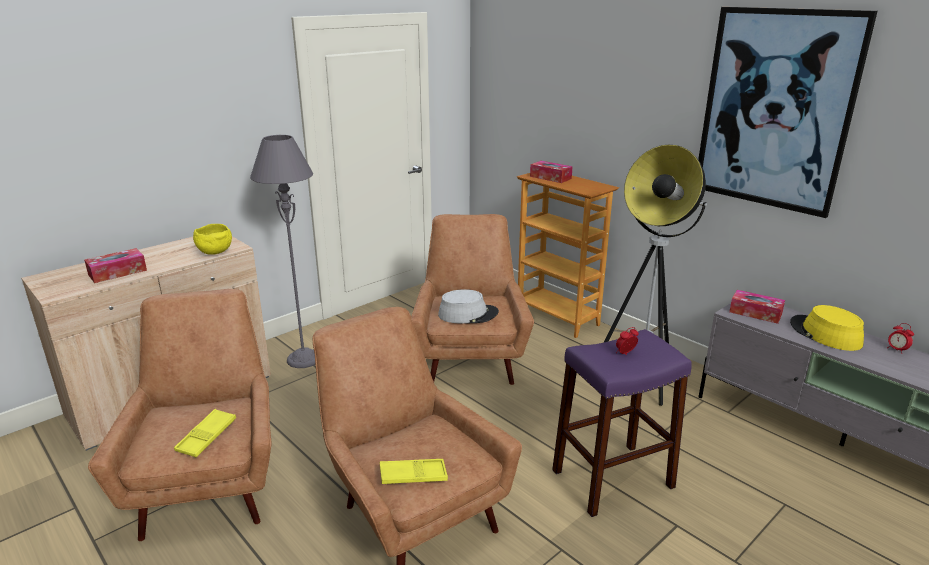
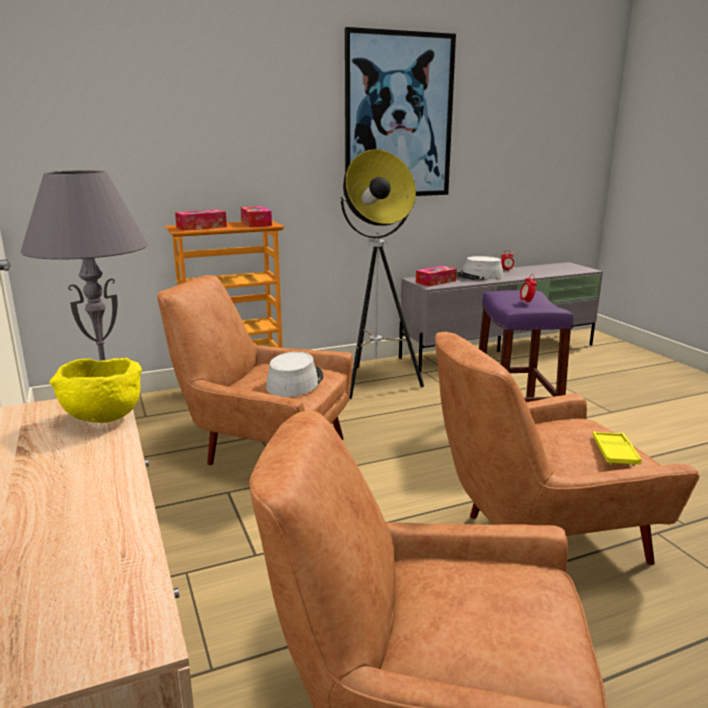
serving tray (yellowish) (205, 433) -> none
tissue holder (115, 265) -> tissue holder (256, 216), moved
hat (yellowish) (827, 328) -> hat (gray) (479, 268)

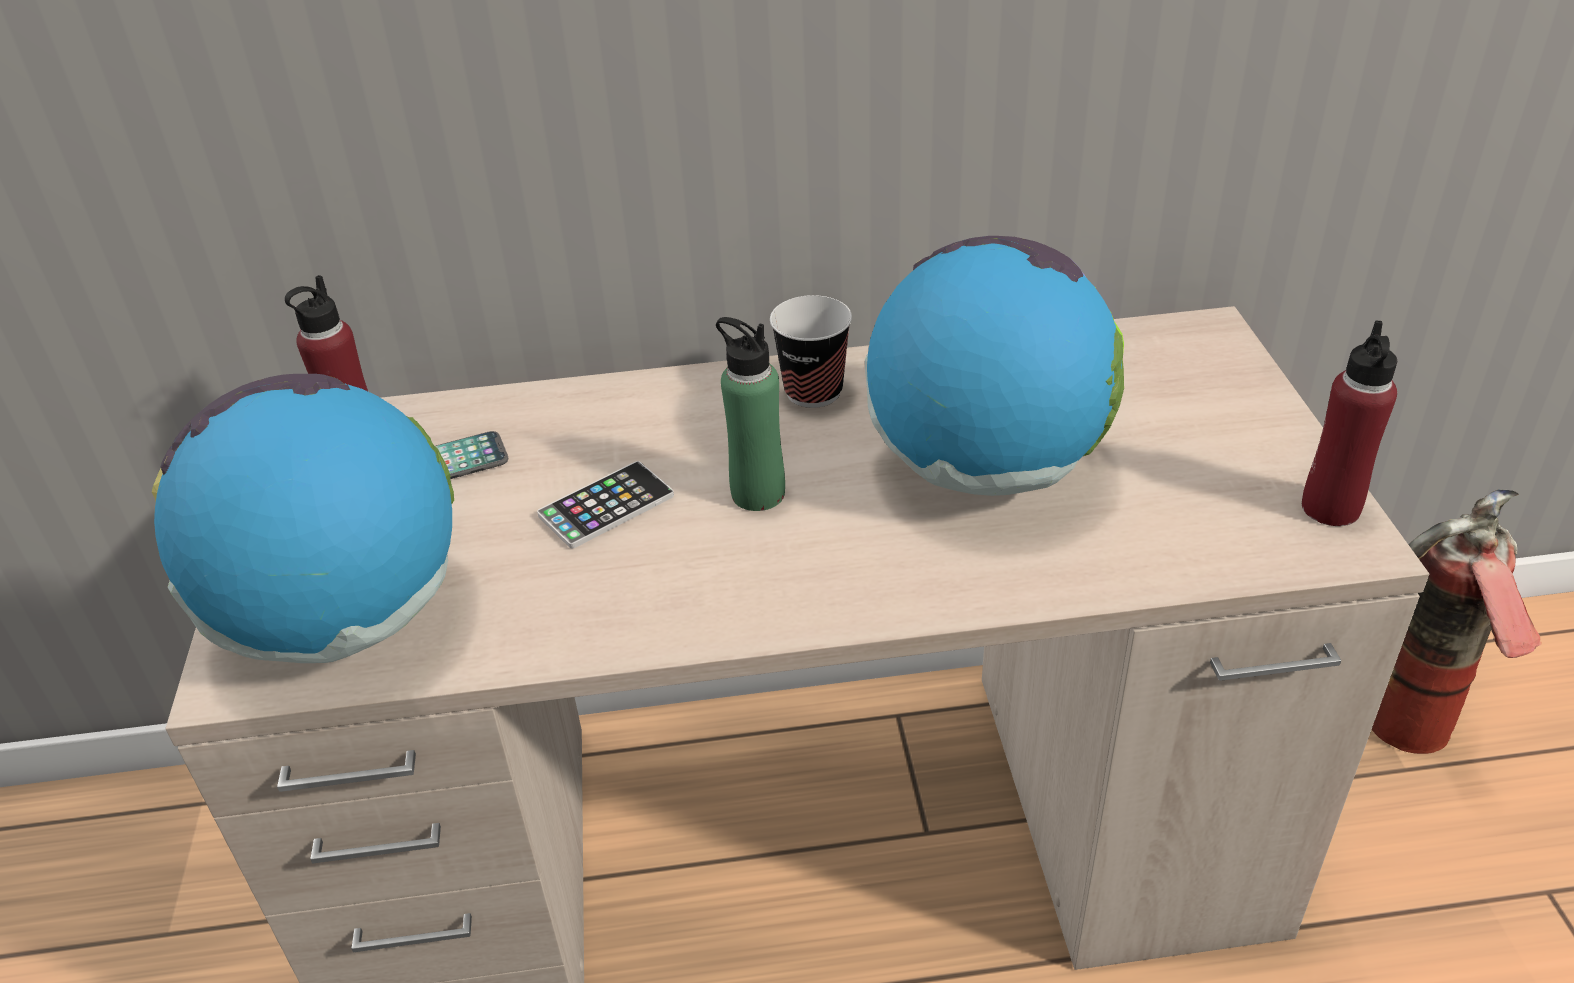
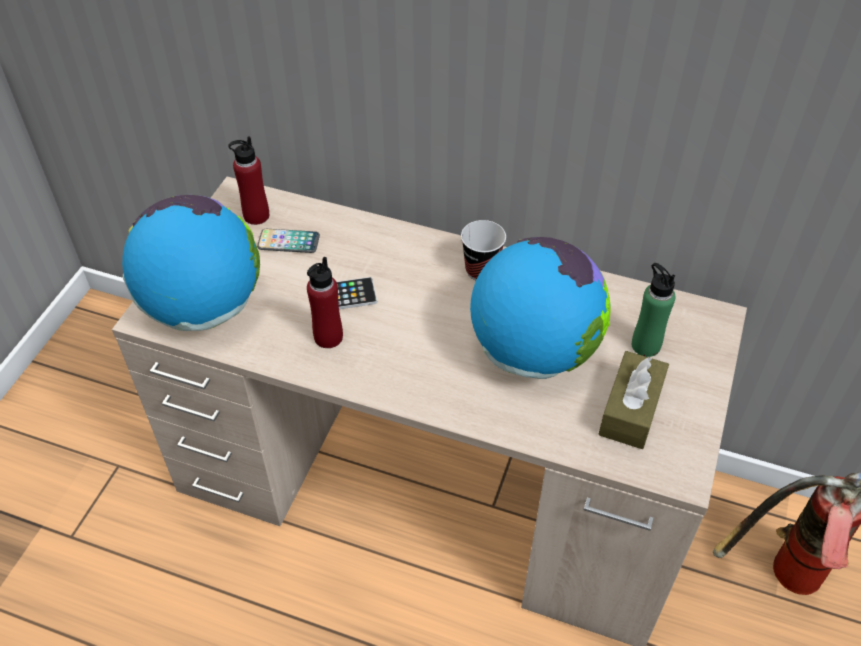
none -> tissue holder (brown) (634, 400)
drink bottle (greenish) (750, 414) -> drink bottle (greenish) (654, 310), moved
drink bottle (red) (1349, 423) -> drink bottle (red) (325, 302), moved

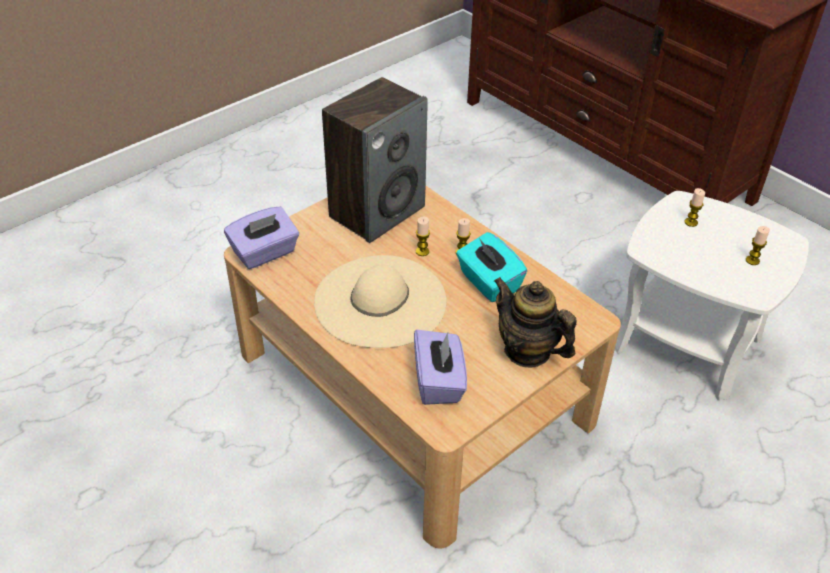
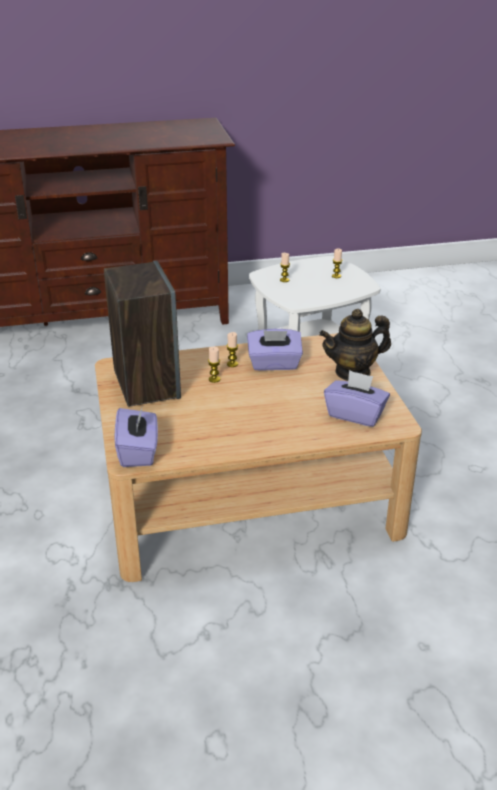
hat (sand-coloured) (380, 301) -> none
tissue holder (turquoise) (491, 267) -> tissue holder (purple) (275, 350)

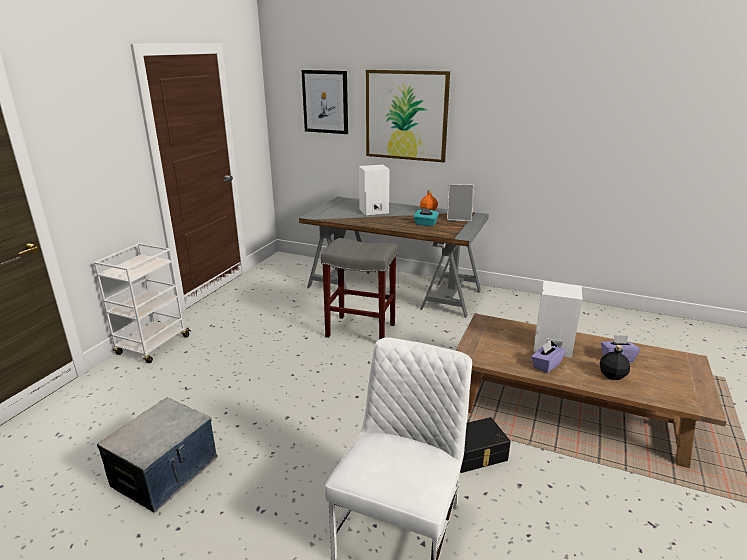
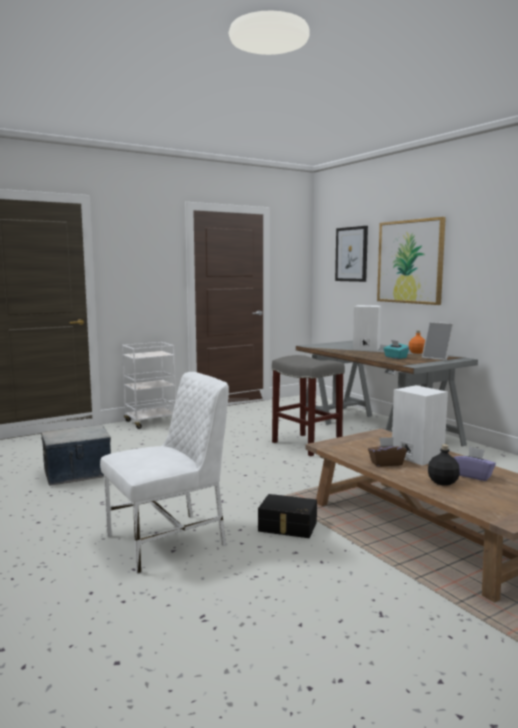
tissue holder (purple) (548, 357) -> tissue holder (brown) (387, 452)

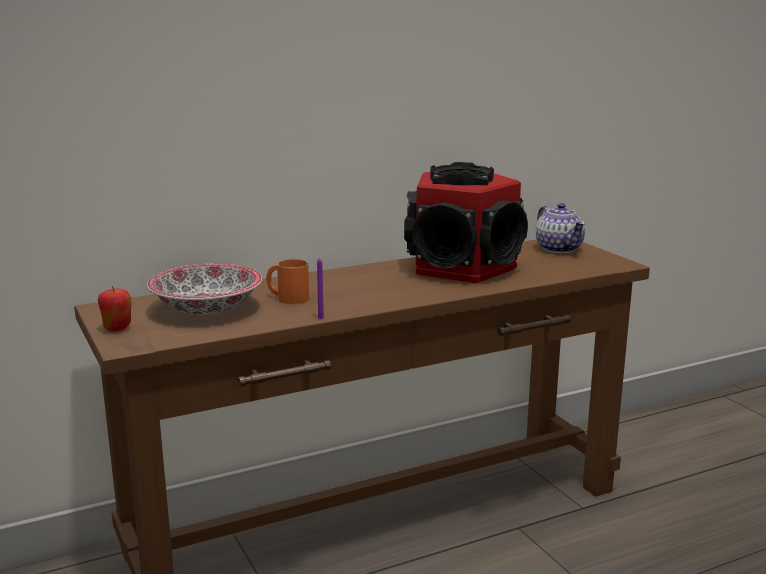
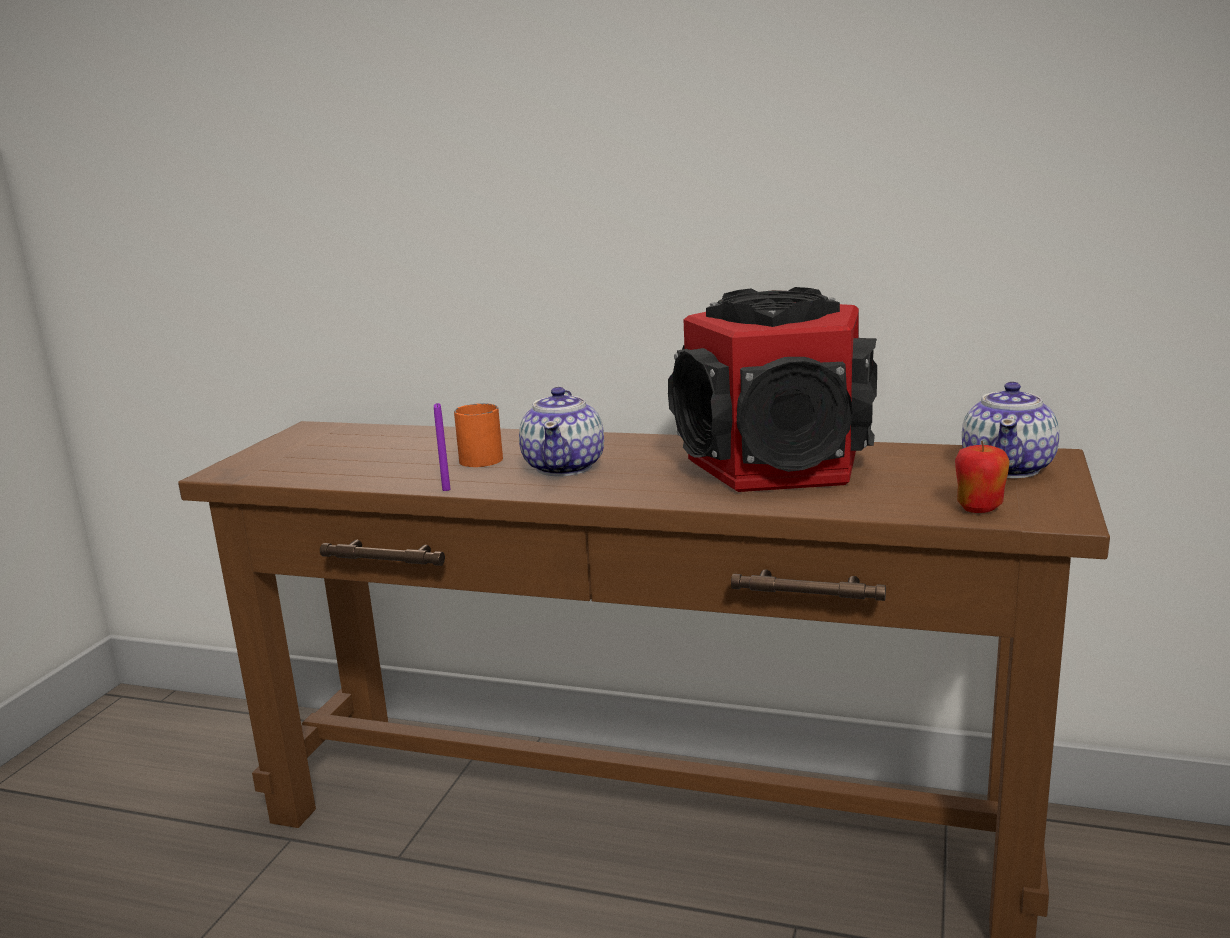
bowl (204, 289) -> none
none -> pot for tea (561, 431)
apple fruit (114, 309) -> apple fruit (982, 477), moved

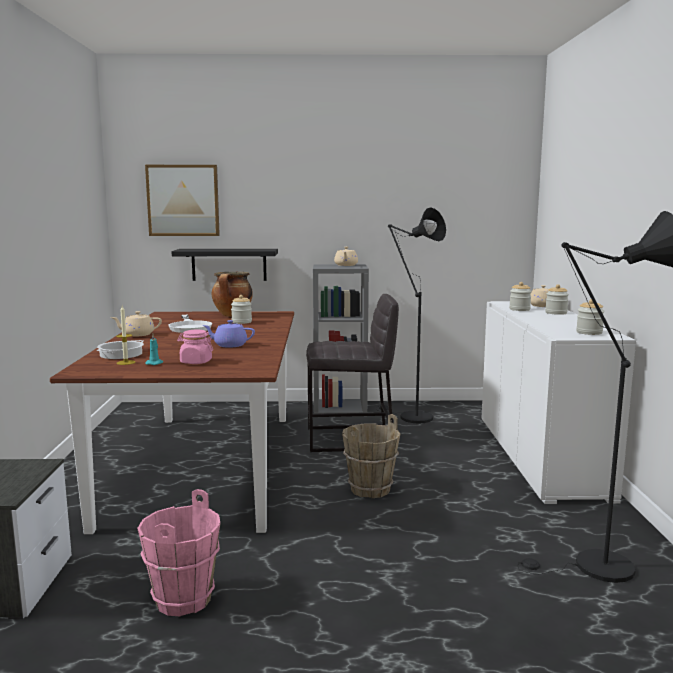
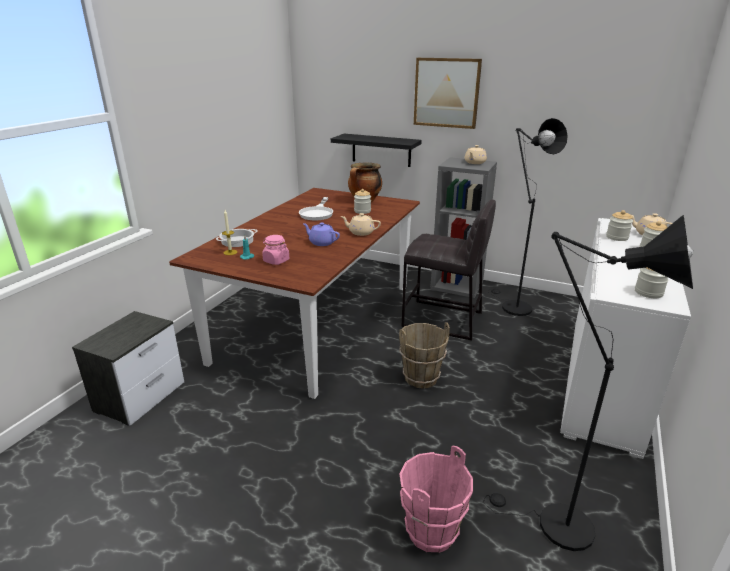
pot for tea (sand-coloured) (136, 323) -> pot for tea (sand-coloured) (360, 224), moved
bucket (pink-coloured) (178, 553) -> bucket (pink-coloured) (436, 499), moved
wall picture (182, 200) -> wall picture (448, 93), moved

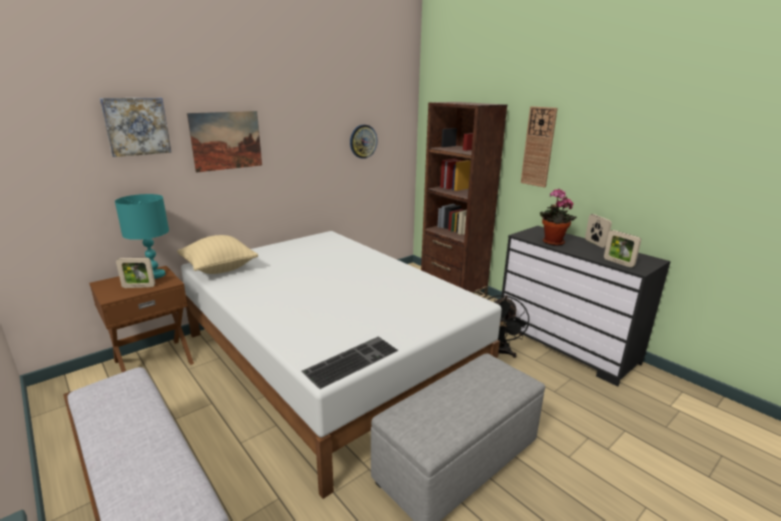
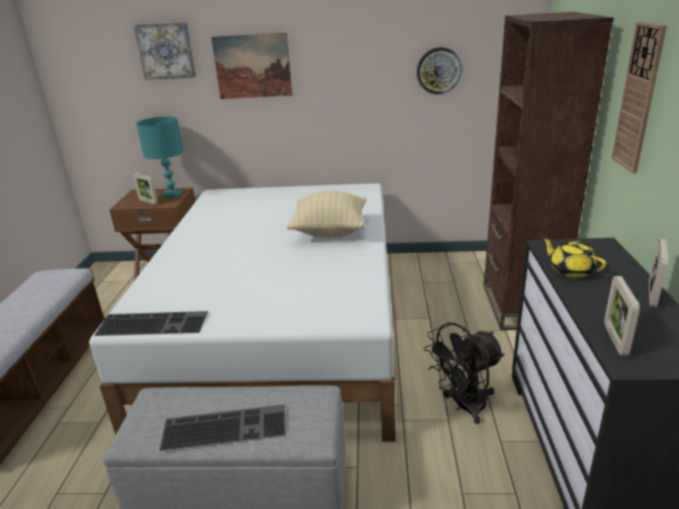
none -> PC keyboard (222, 427)
pillow (sand-coloured) (217, 254) -> pillow (sand-coloured) (326, 214), moved
potted plant (558, 217) -> pot for tea (yellowish) (574, 257)

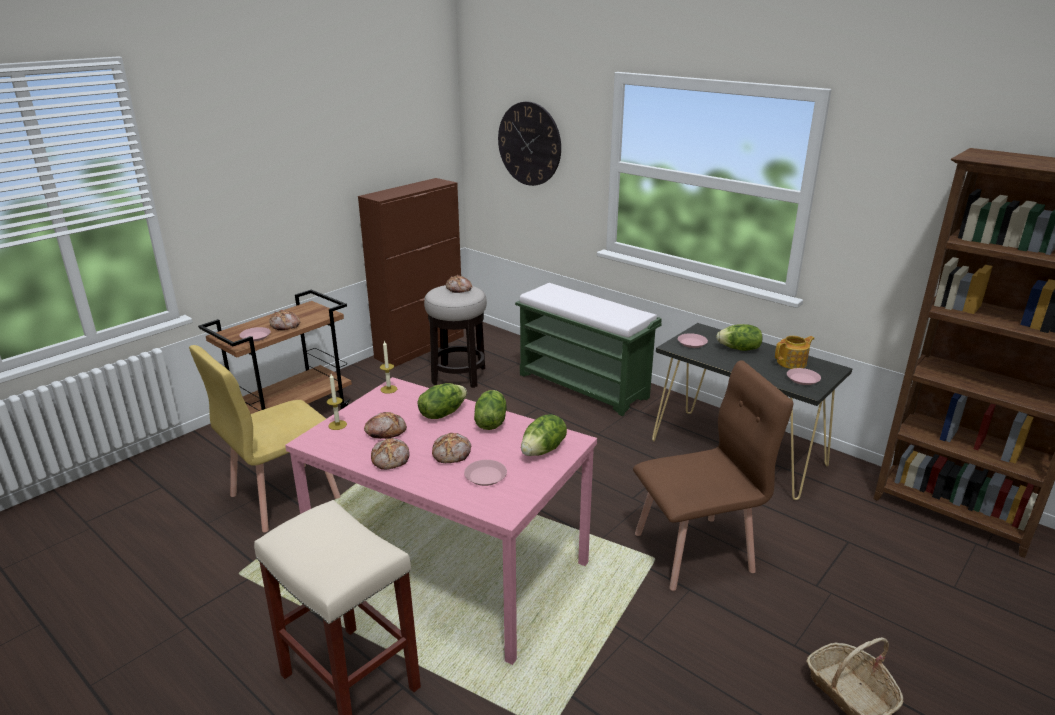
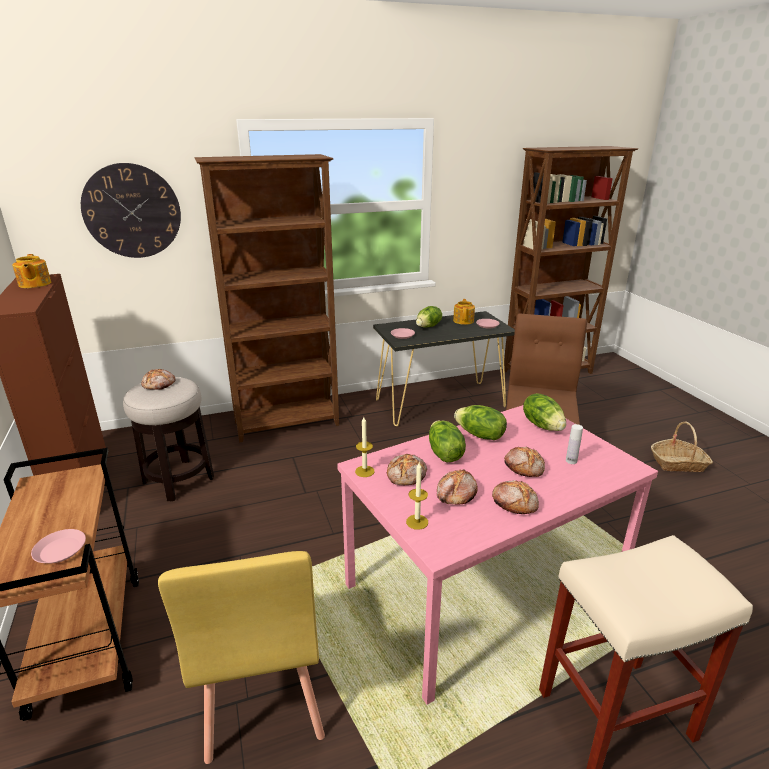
none -> pot for tea (31, 271)
bakery bread (285, 320) -> bakery bread (407, 469), moved
flat dish (pink-coloured) (485, 473) -> drink bottle (white) (574, 444)
indoor bench (greenish) (588, 349) -> bookcase (brown) (266, 298)

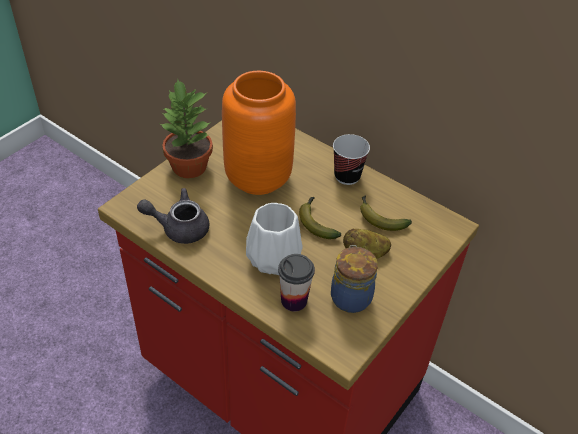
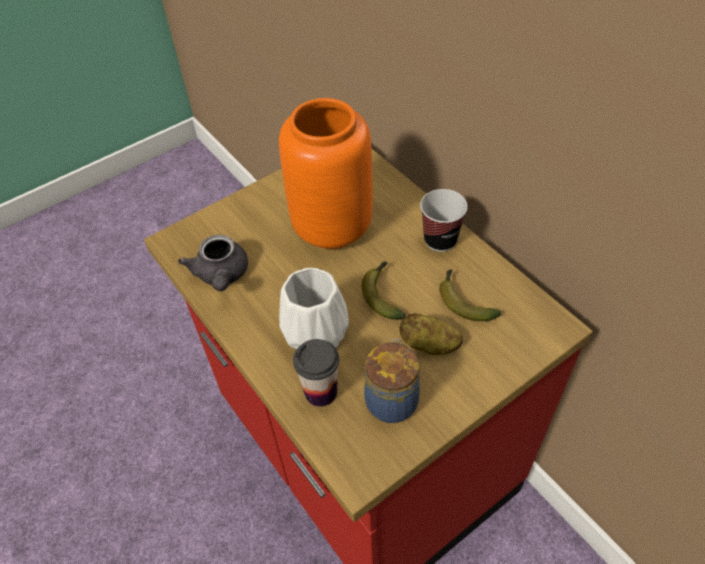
potted plant (186, 128) -> none
pot for tea (gray) (173, 216) -> pot for tea (gray) (213, 263), 120 degrees counterclockwise

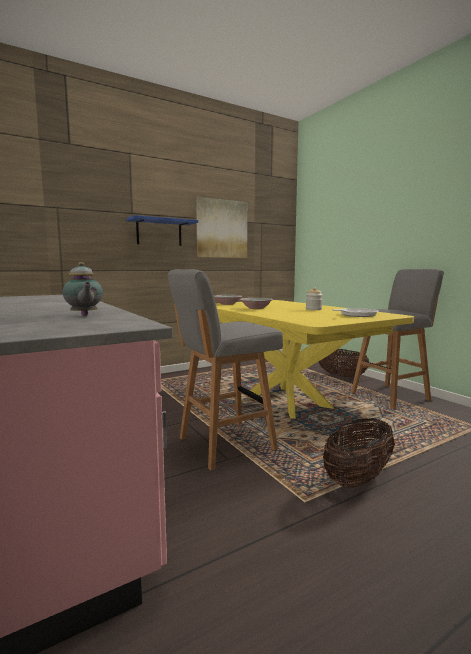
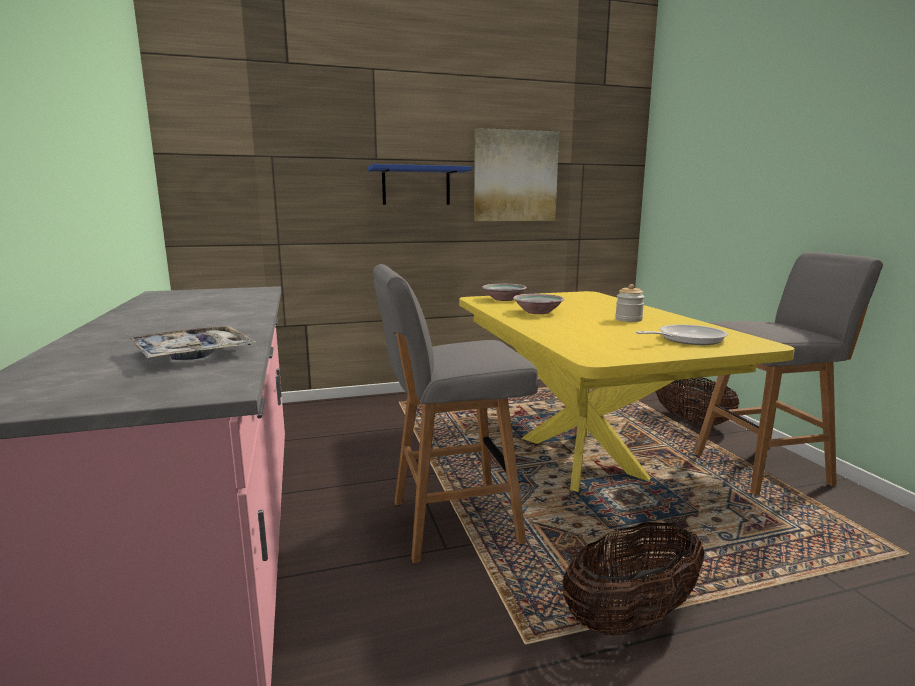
pot for tea (82, 289) -> serving tray (193, 343)

